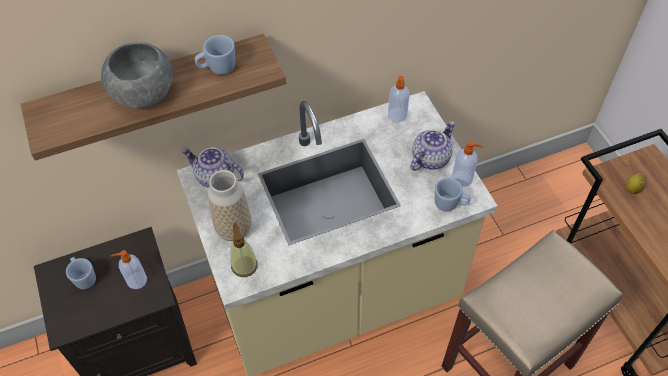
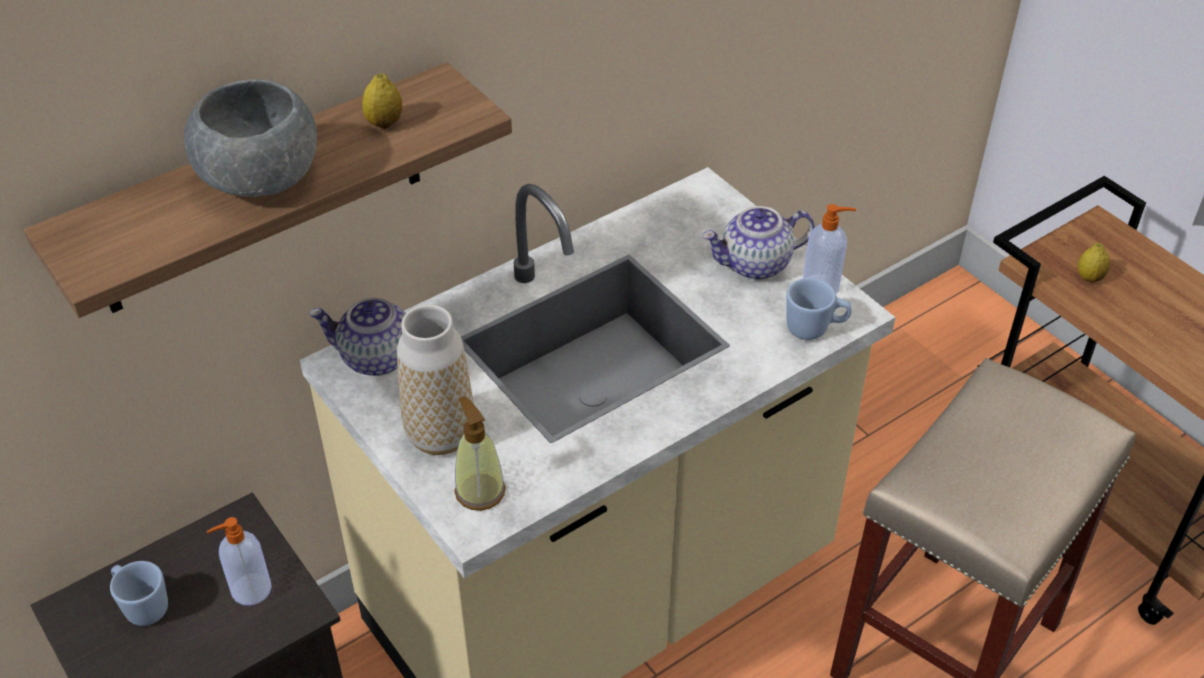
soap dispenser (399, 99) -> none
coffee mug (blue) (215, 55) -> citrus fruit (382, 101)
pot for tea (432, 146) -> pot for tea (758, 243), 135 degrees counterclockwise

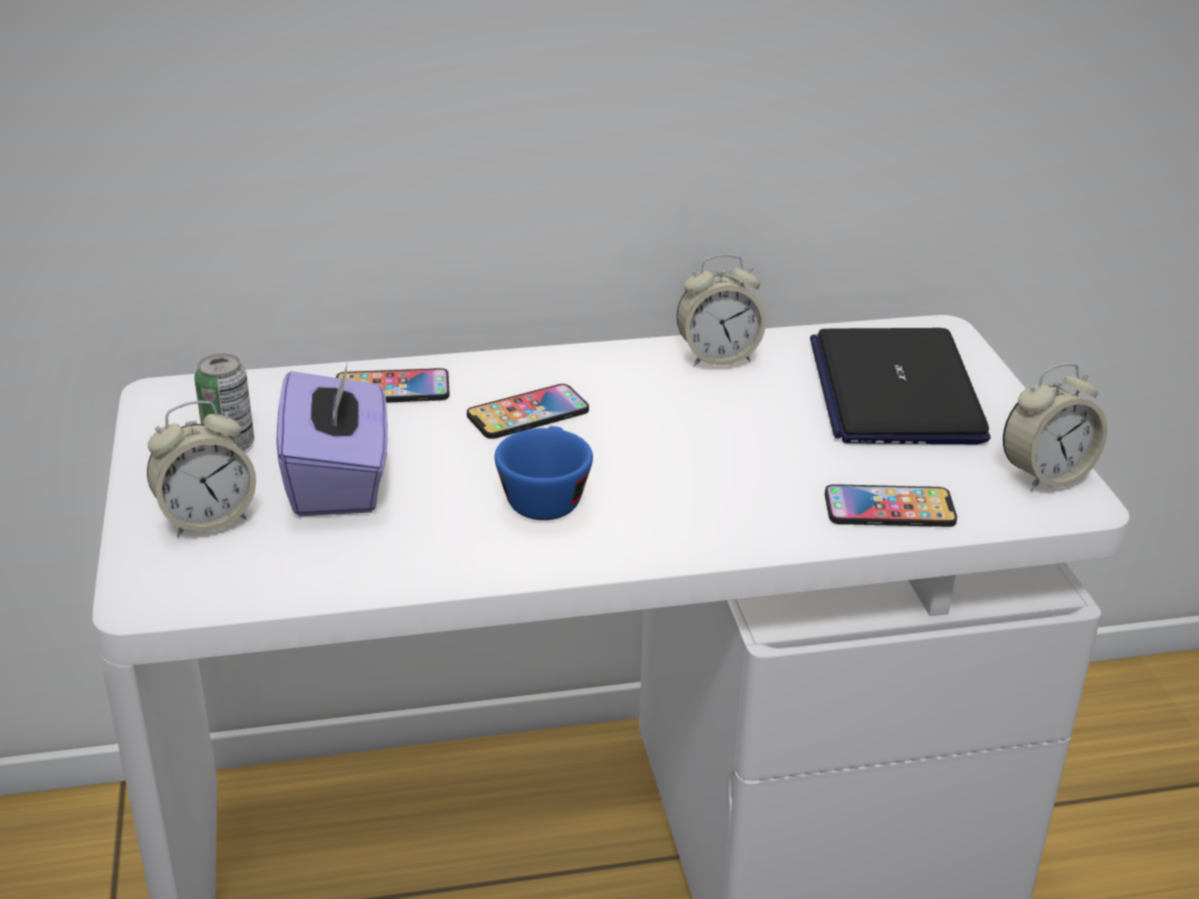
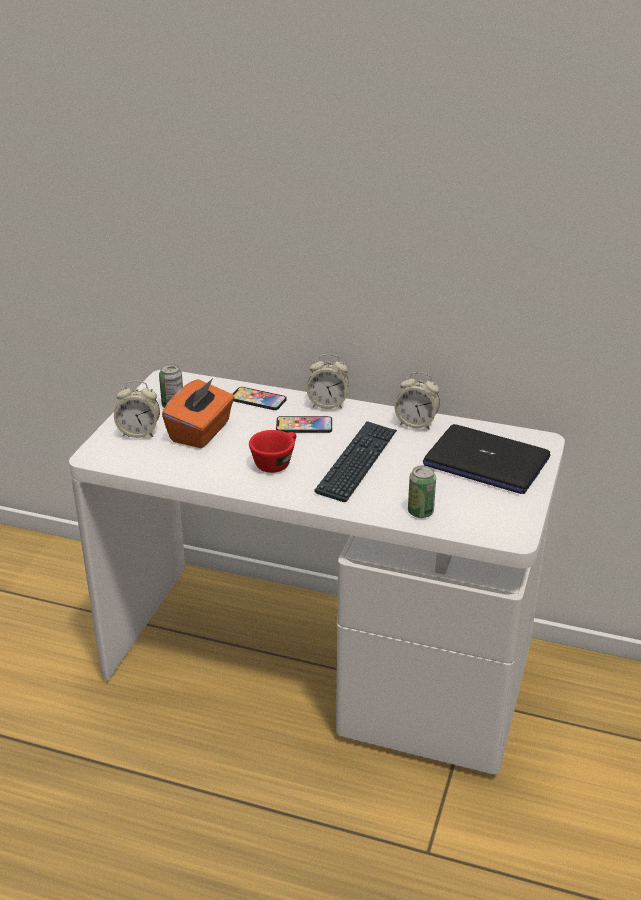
none -> PC keyboard (355, 461)
bedside clock (1055, 427) -> bedside clock (328, 381), moved
phone (891, 505) -> sealed can (422, 491)
tissue holder (purple) (332, 436) -> tissue holder (orangey) (198, 413)
small cup (blue) (543, 473) -> small cup (red) (272, 451)
portable computer (900, 386) -> portable computer (486, 459), 90 degrees counterclockwise

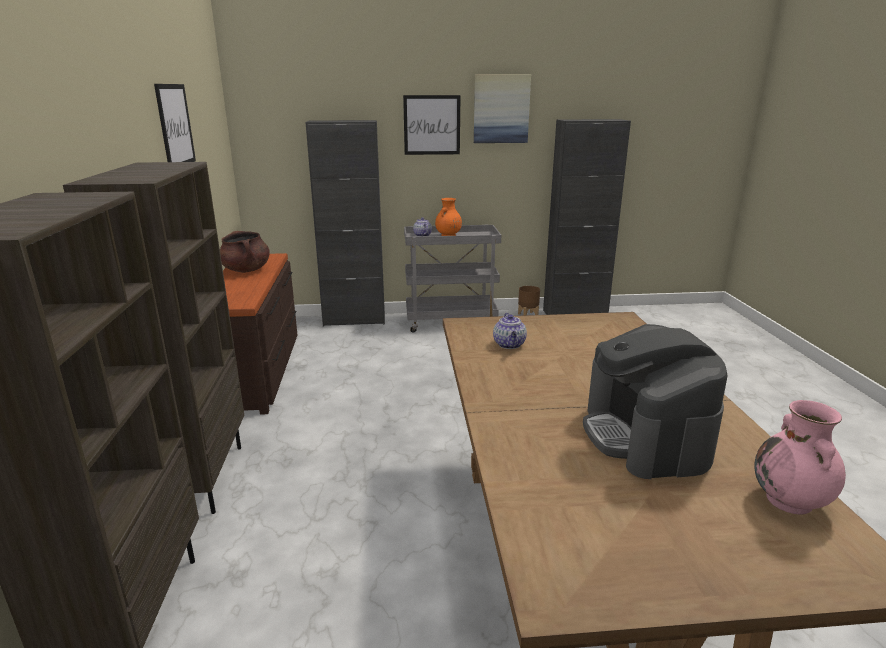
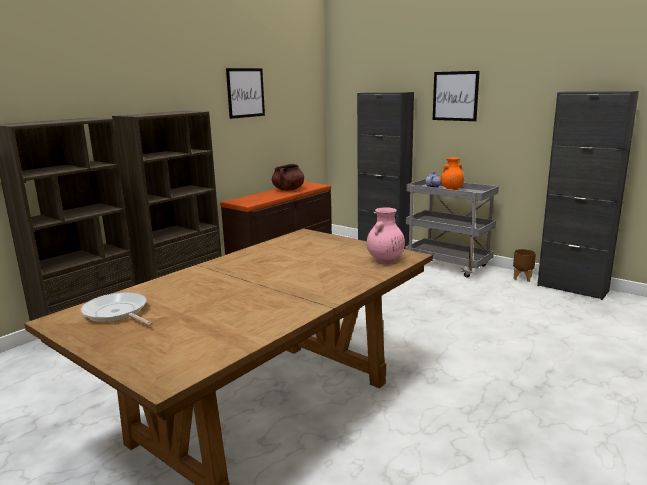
wall picture (502, 108) -> none
pot for tea (510, 331) -> none
coffee machine (655, 401) -> none
none -> pan (117, 309)
vase (pink-coloured) (800, 457) -> vase (pink-coloured) (386, 235), moved

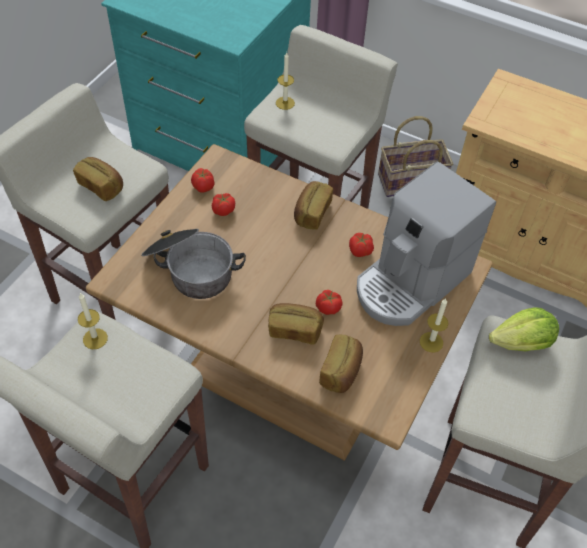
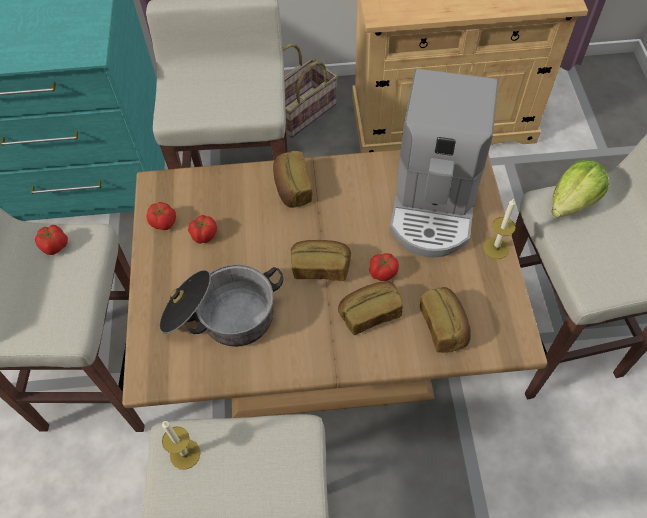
candle (285, 81) -> none
bakery bread (98, 179) -> bakery bread (321, 260), moved
whole tomato (361, 245) -> whole tomato (51, 240), moved

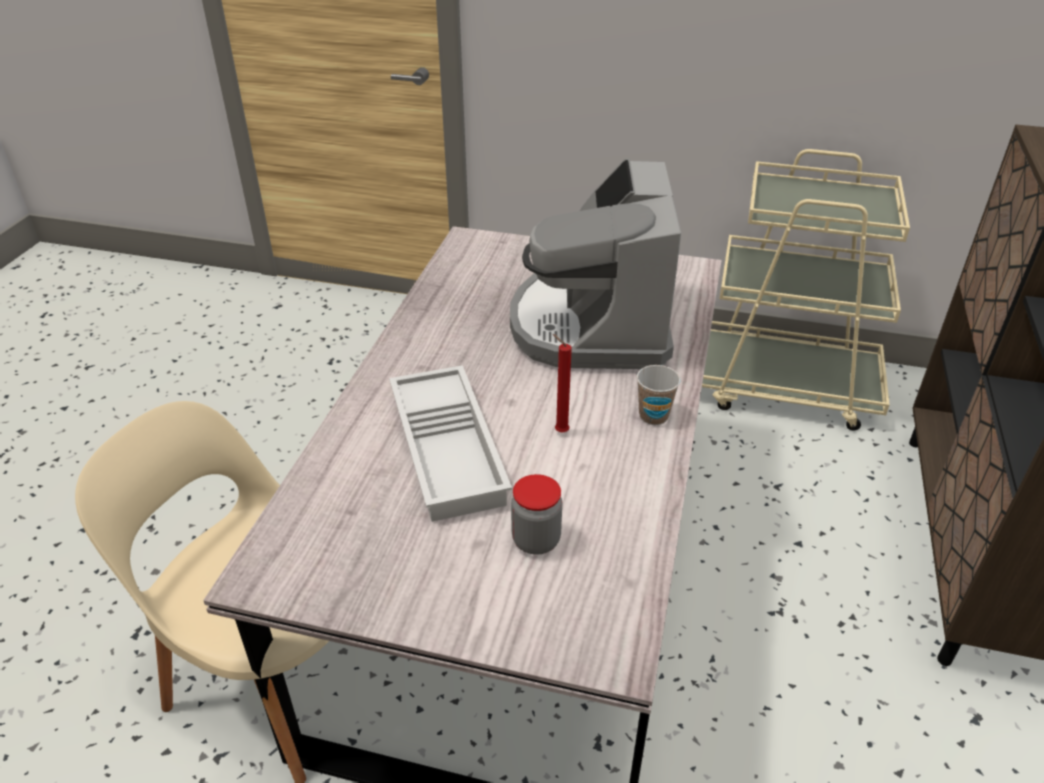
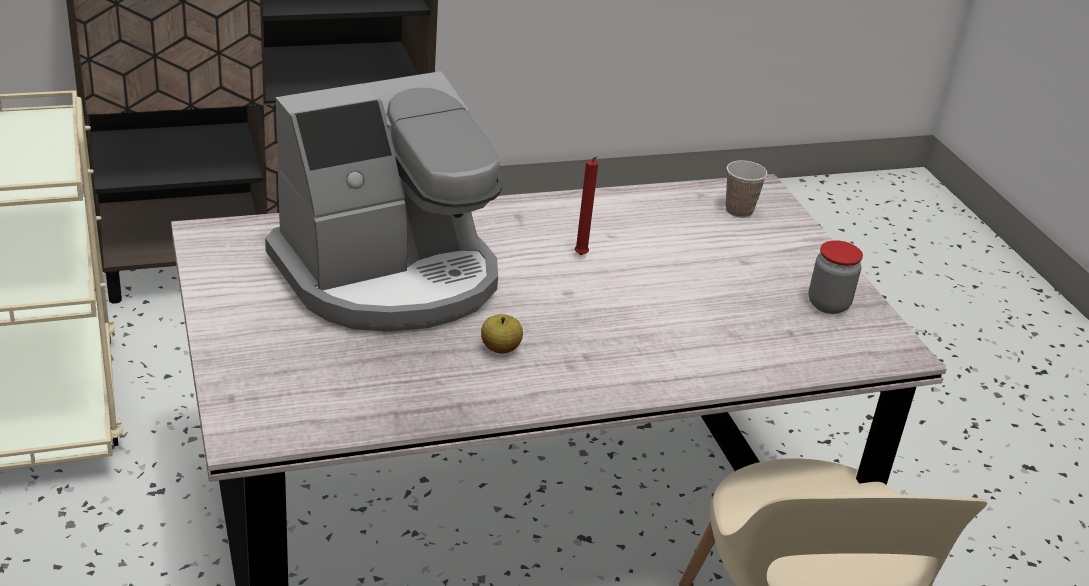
serving tray (white) (450, 443) -> none
none -> apple fruit (502, 334)
preserve jar (536, 514) -> preserve jar (835, 277), moved
small cup (658, 395) -> small cup (746, 189), moved

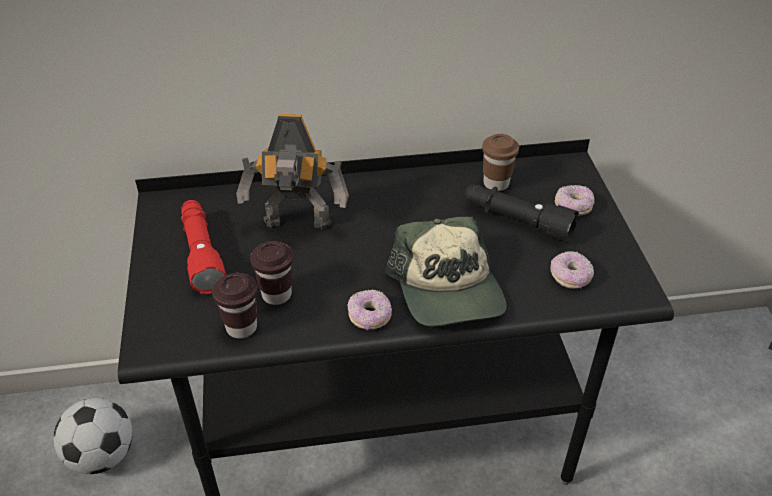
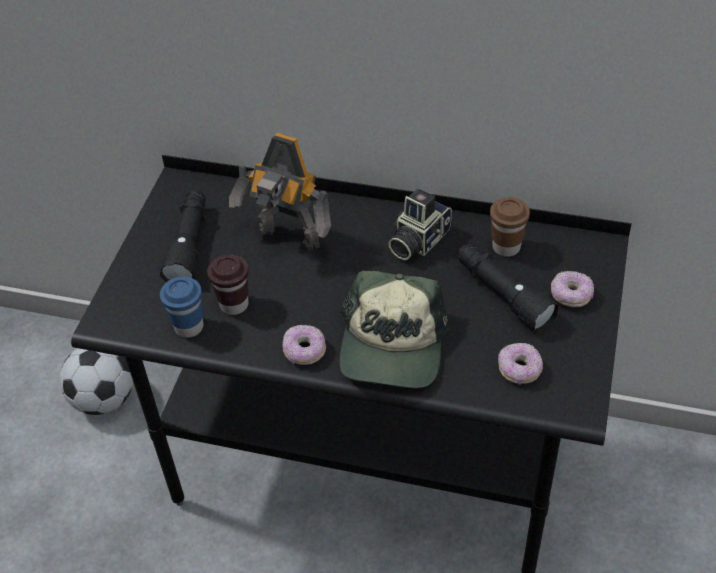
none -> photo camera (420, 224)
flashlight (red) (203, 247) -> flashlight (blackish) (183, 235)
small cup (brown) (234, 305) -> small cup (blue) (181, 307)

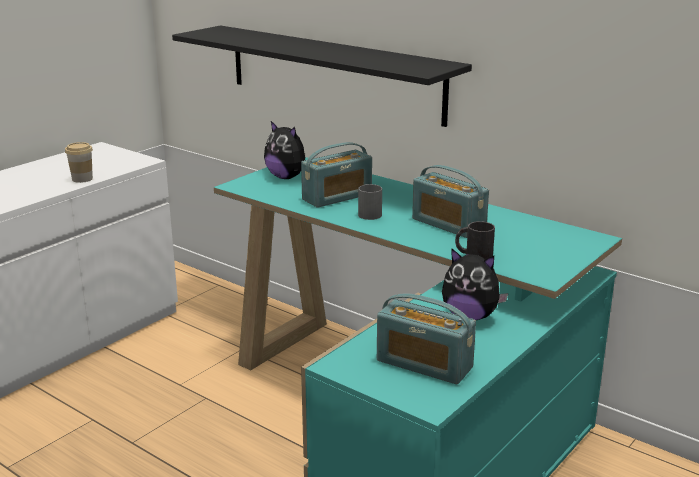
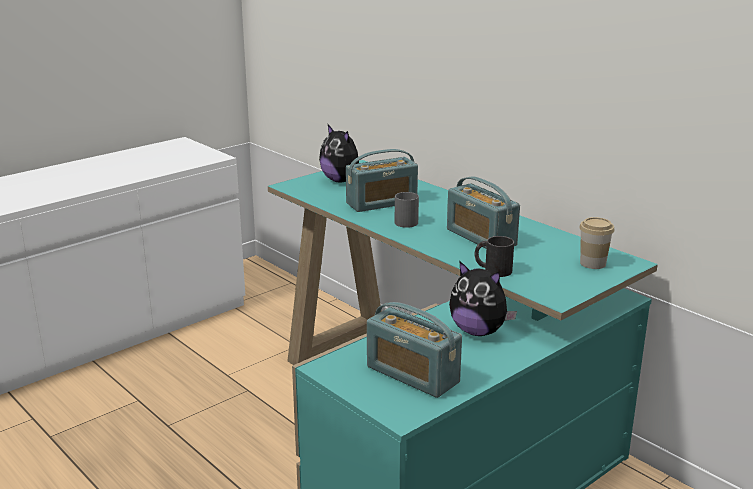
shelf (blackish) (322, 76) -> none
small cup (79, 162) -> small cup (596, 243), moved

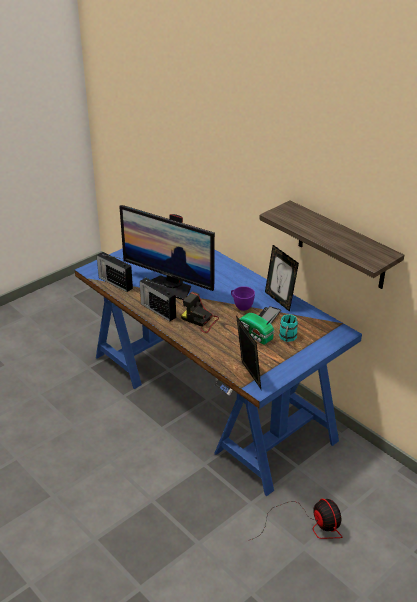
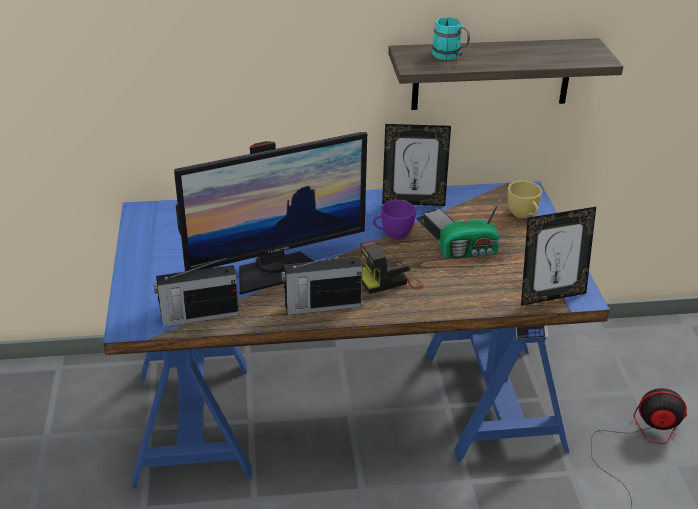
none -> small cup (yellowish) (524, 199)
coffee mug (turquoise) (288, 328) -> coffee mug (turquoise) (451, 38), moved
standing frame (248, 352) -> standing frame (558, 256), 150 degrees clockwise

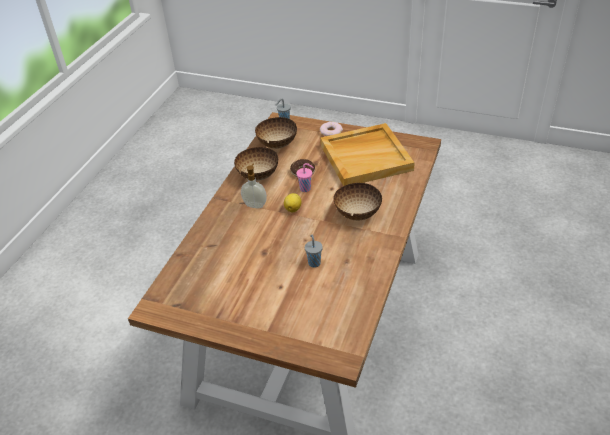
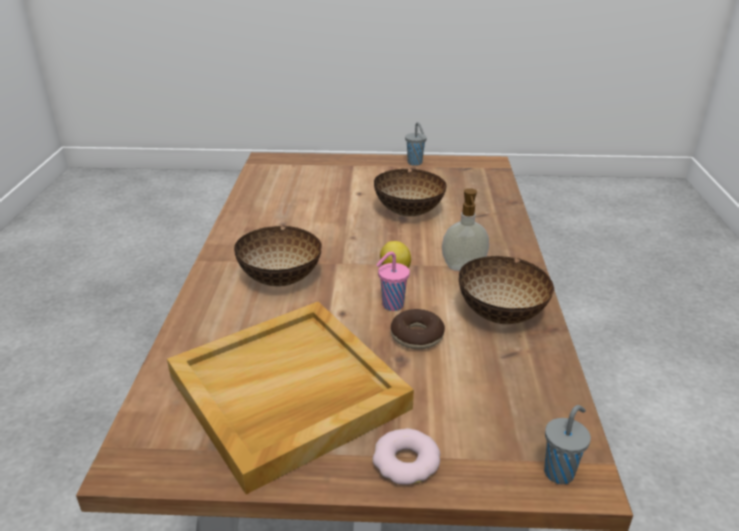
bowl (276, 133) -> bowl (410, 192), moved
small cup (gray) (314, 251) -> small cup (gray) (416, 144), moved

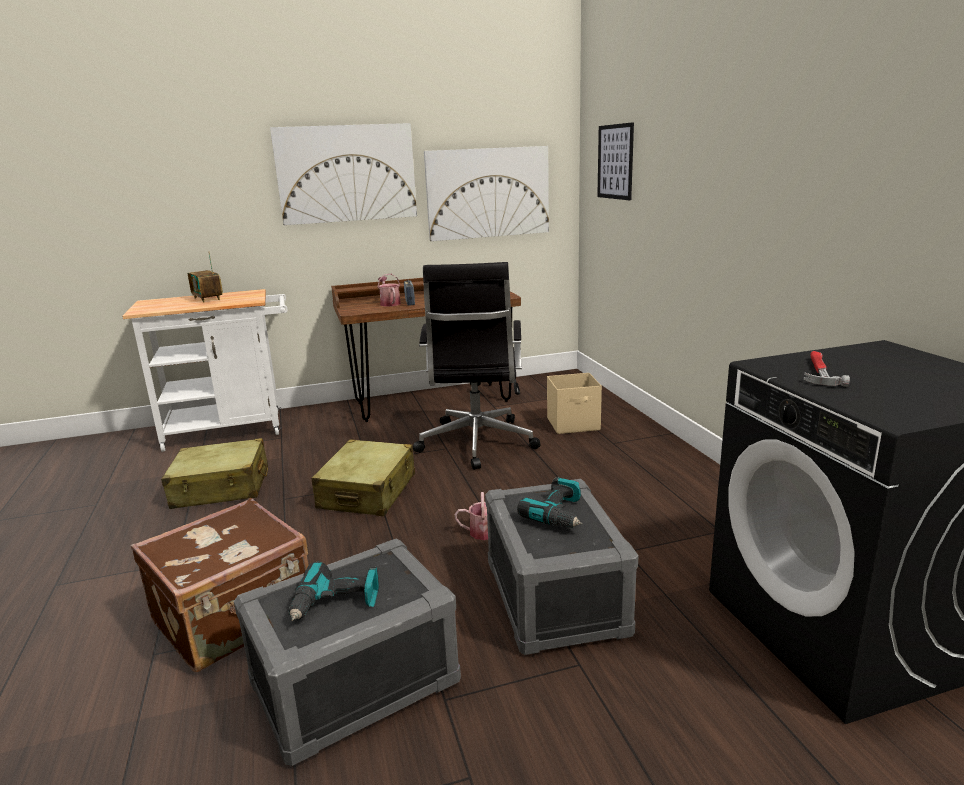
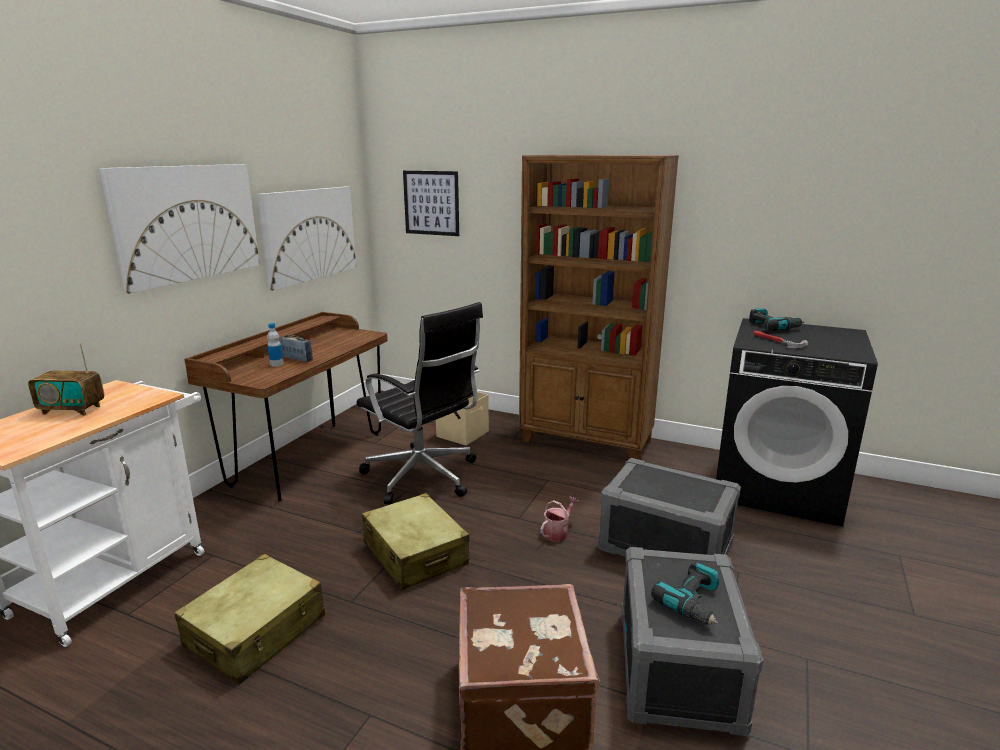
none -> bookcase (brown) (599, 307)
drill (550, 502) -> drill (776, 319), moved
sprinkling can (389, 290) -> drink bottle (275, 345)

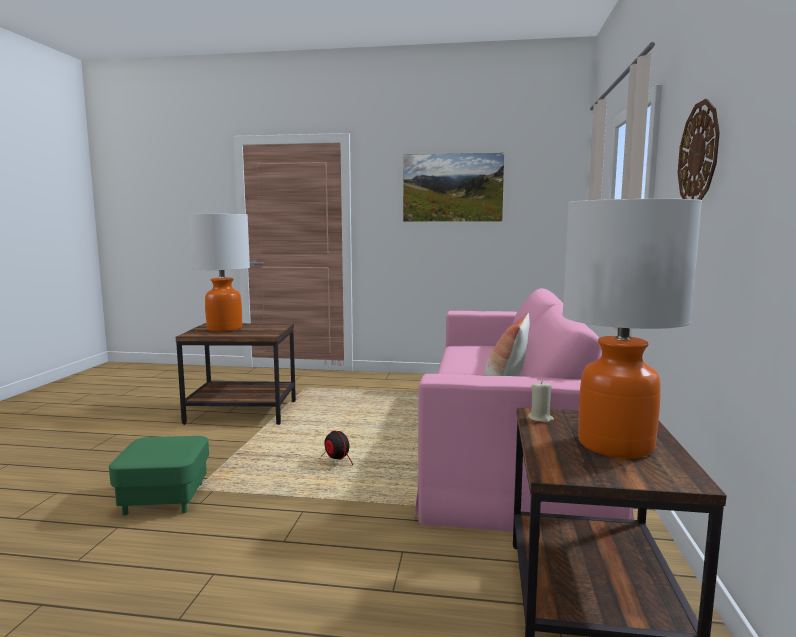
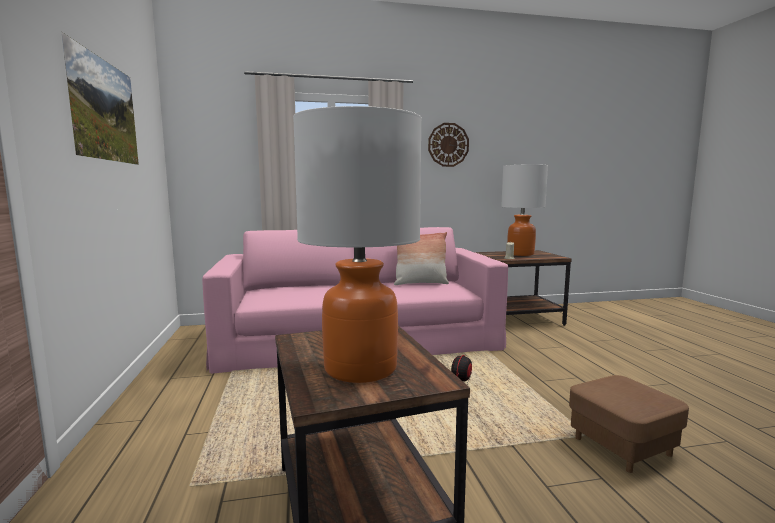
ottoman (greenish) (159, 476) -> ottoman (brown) (629, 424)

